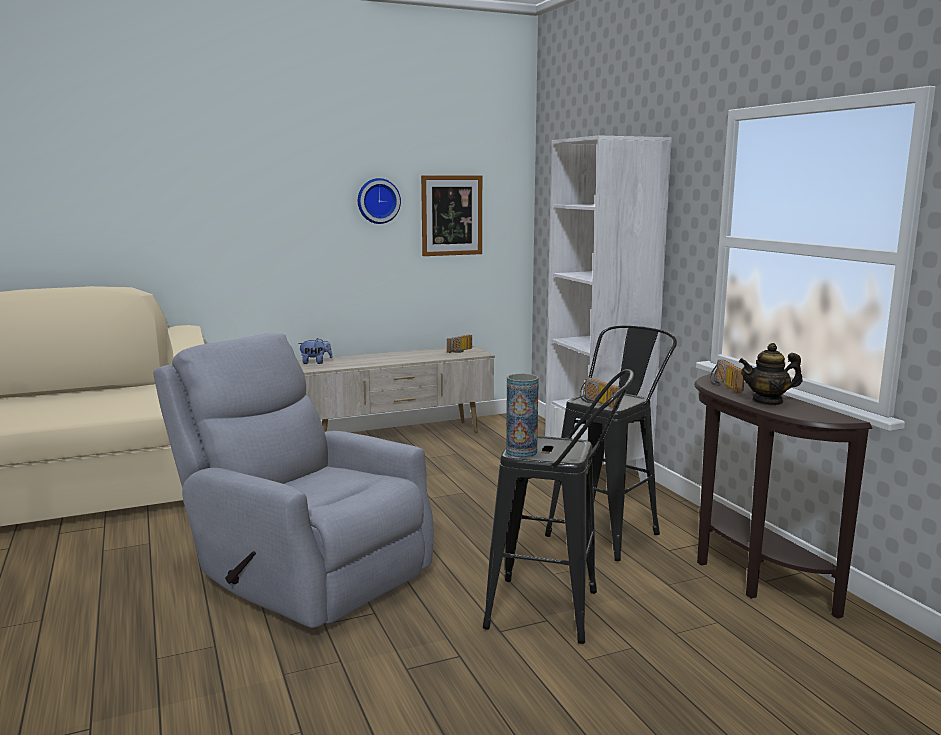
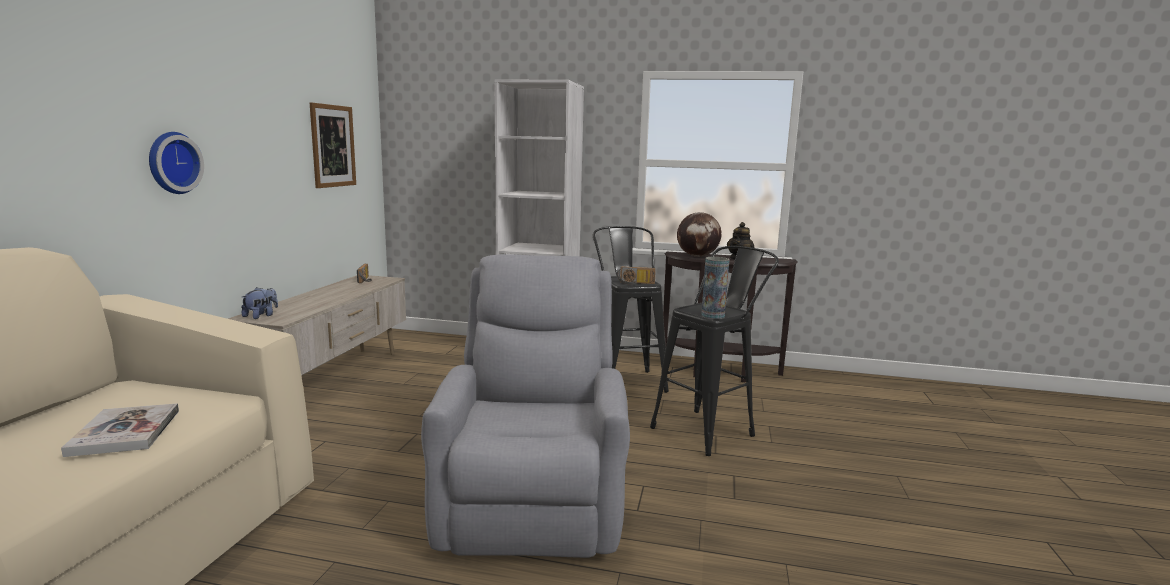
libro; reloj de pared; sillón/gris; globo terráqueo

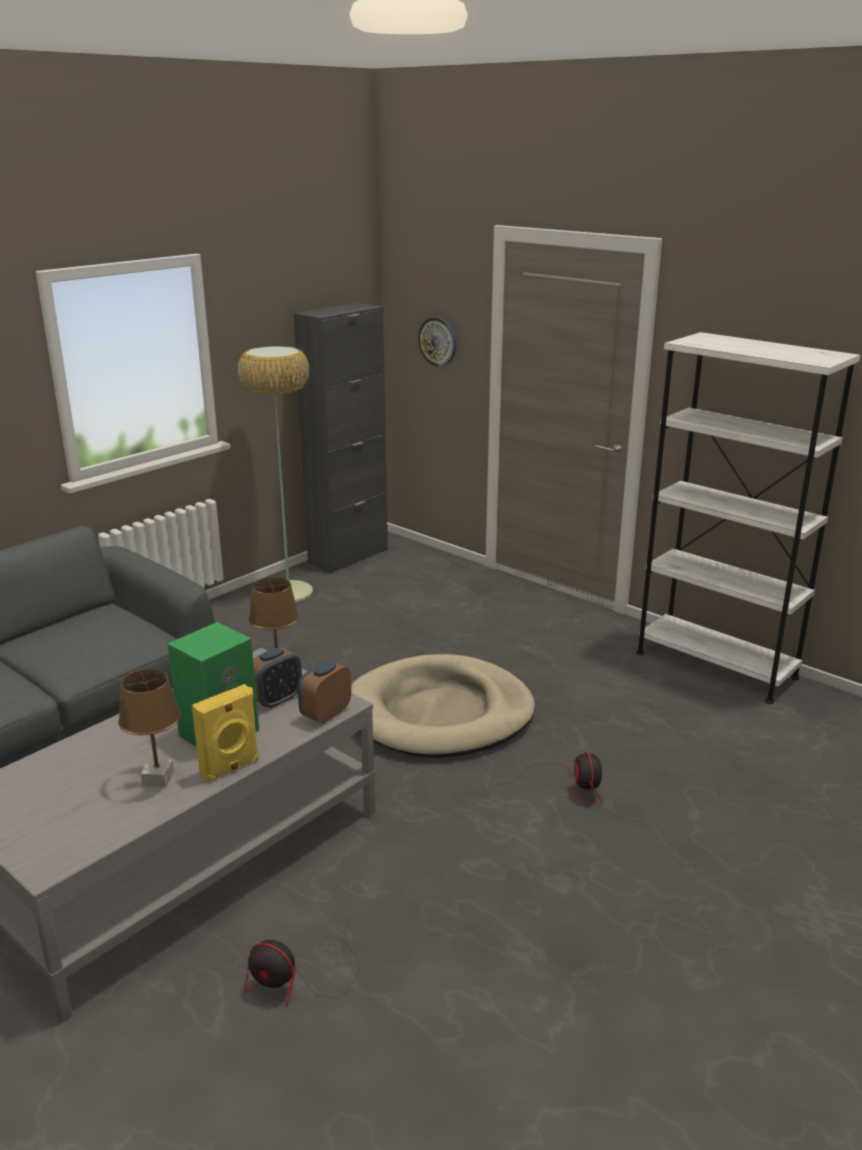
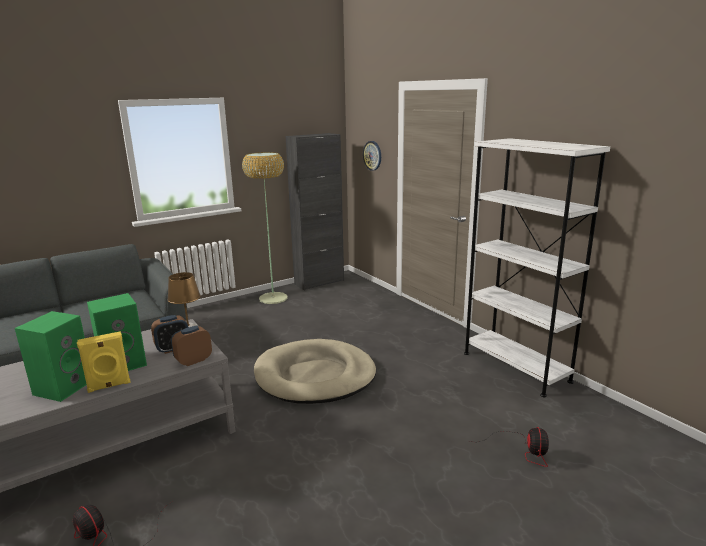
altavoz/verde (no. 1 from left); ventilador (no. 2 from left)

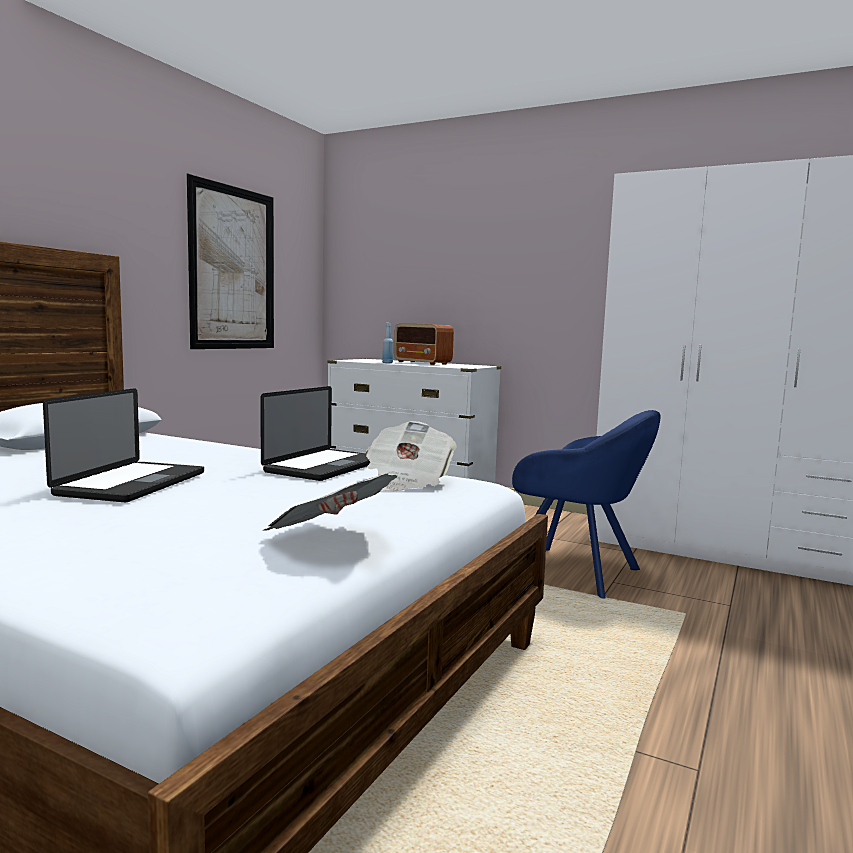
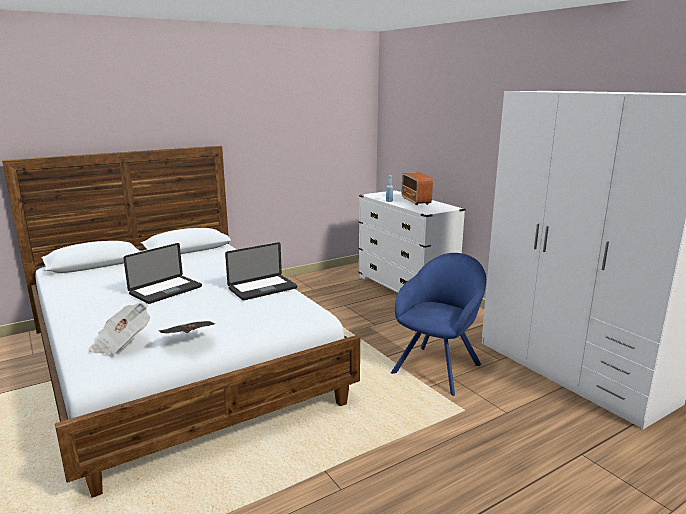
periódico (no. 1 from left); sillón/azul; cuadro

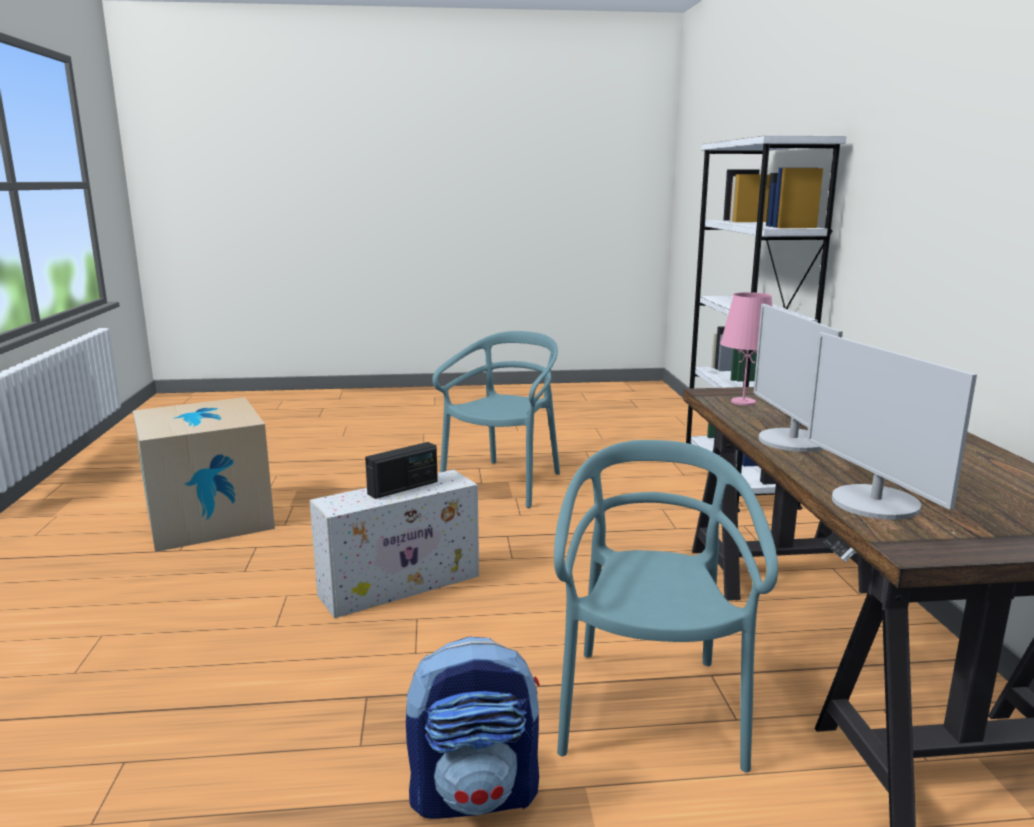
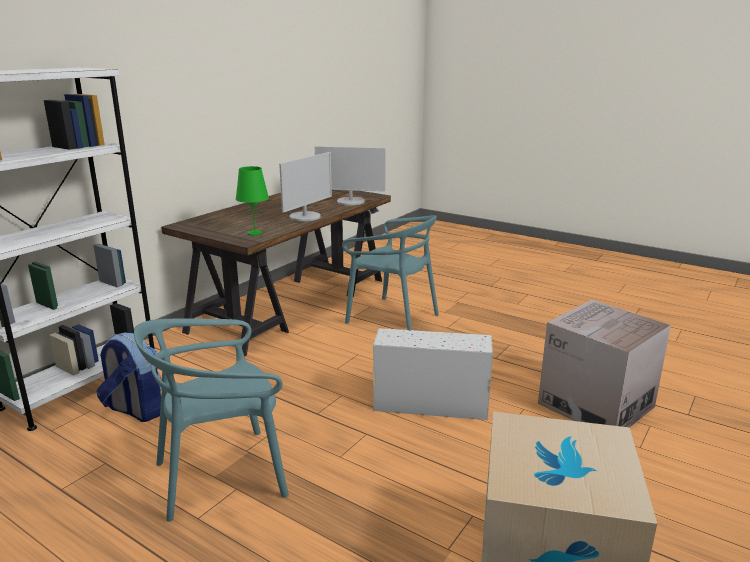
mochila; lámpara de mesa/verde; monitor (no. 2 from left); silla/turquesa (no. 2 from left); caja de cartón (no. 2 from left); radio

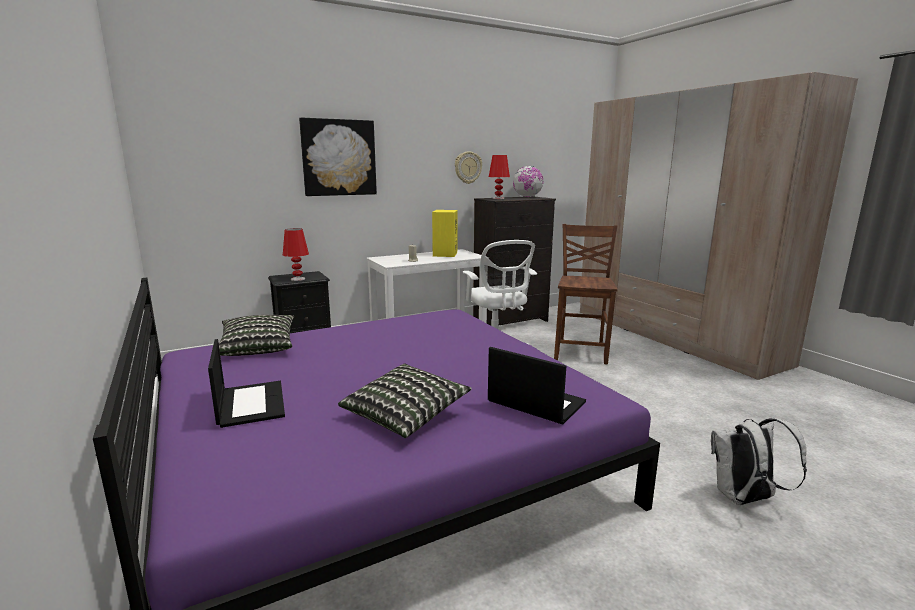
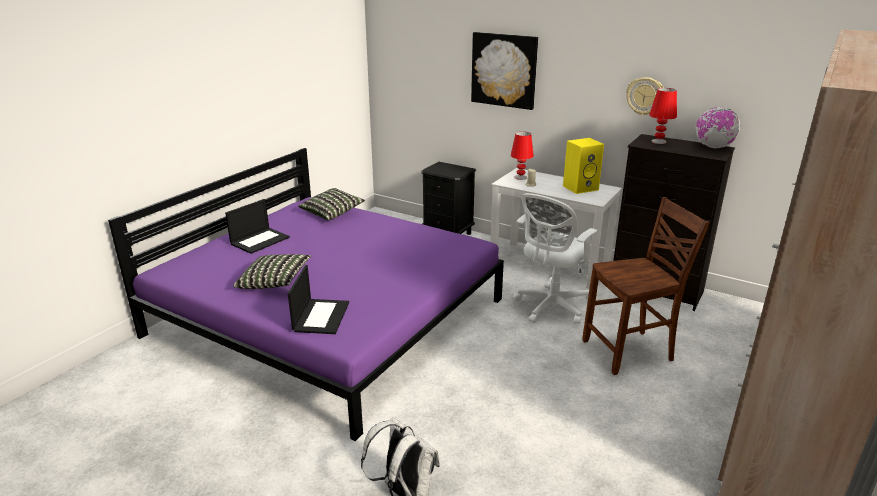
lámpara de mesa/rojo (no. 1 from left)

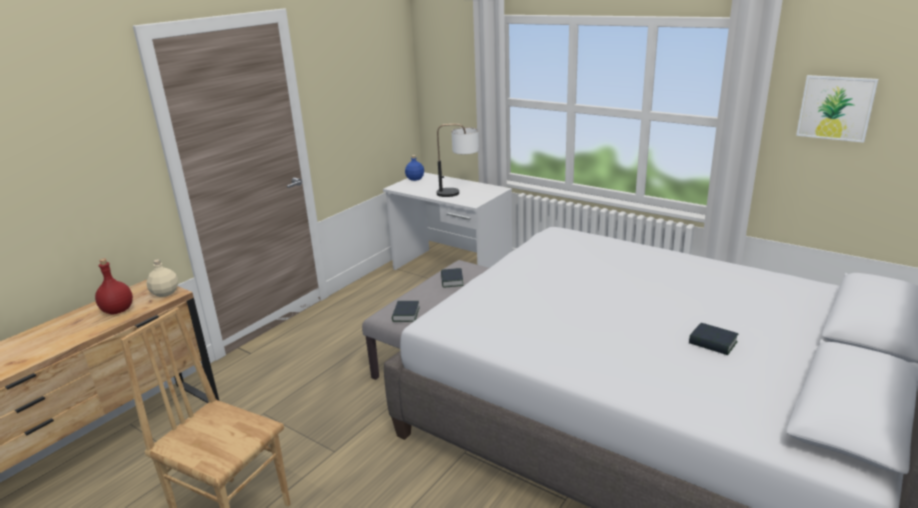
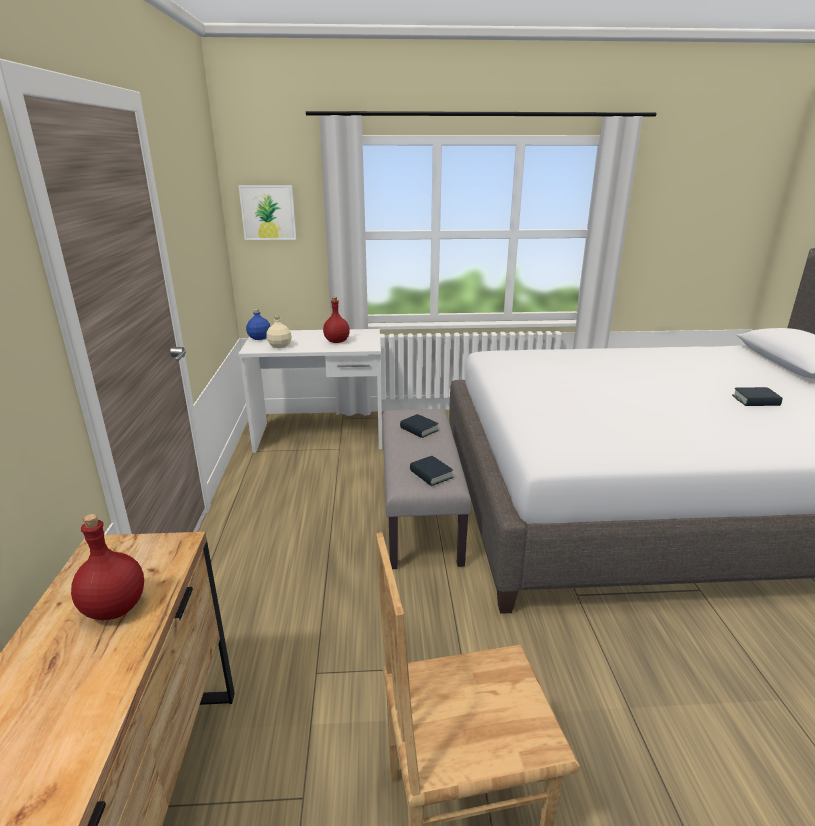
cuadro; botella/beis; botella/rojo (no. 2 from left)

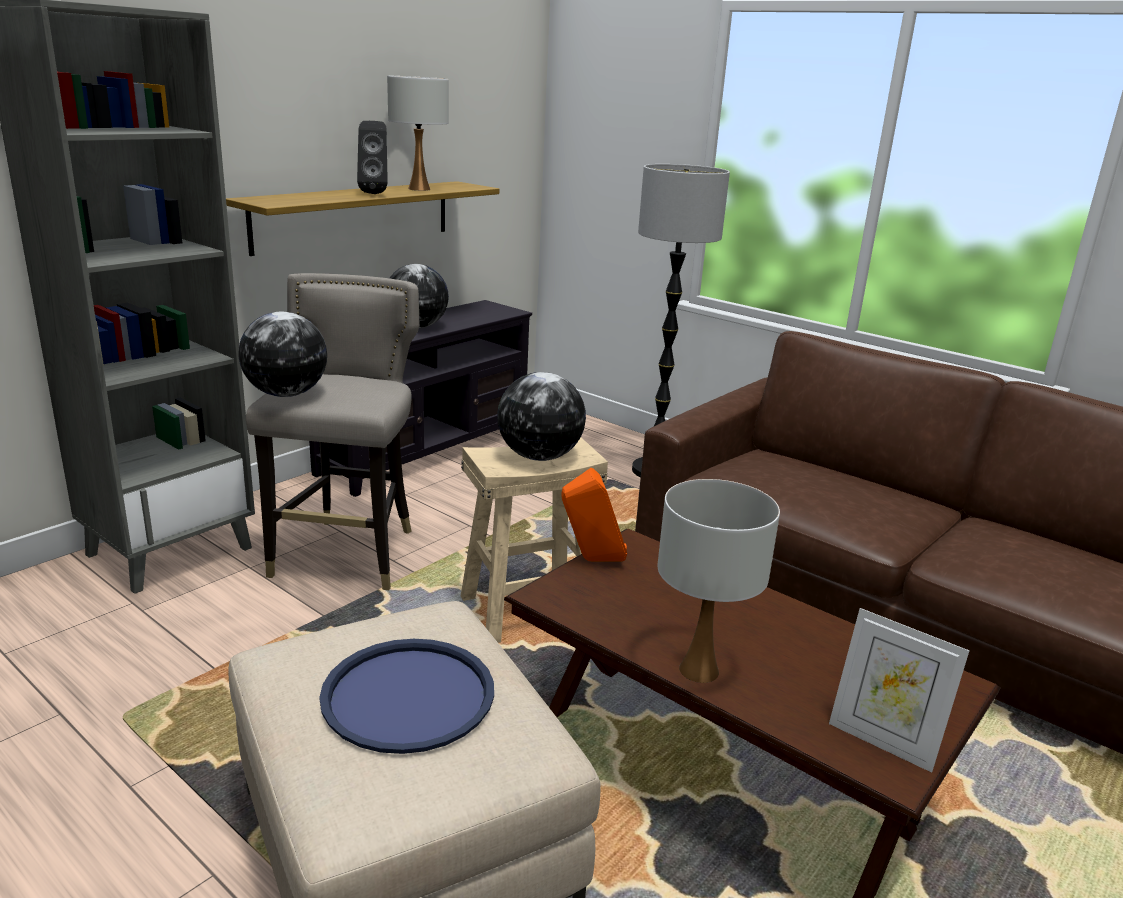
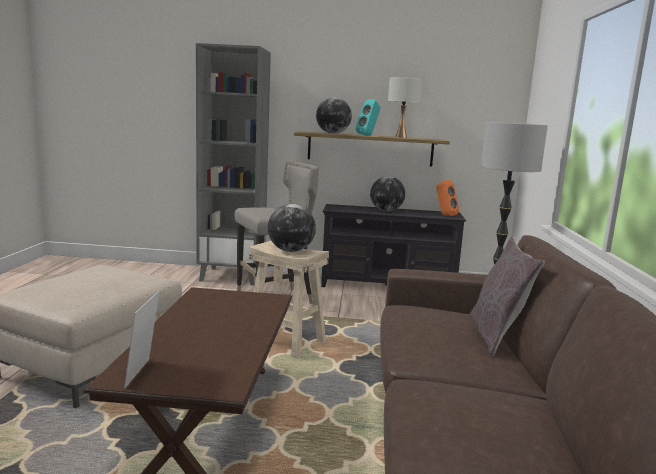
globo terráqueo (no. 2 from left); altavoz/turquesa; altavoz/naranja; cojín/gris; bandeja/azul; lámpara de mesa/blanco (no. 2 from left in the first image)

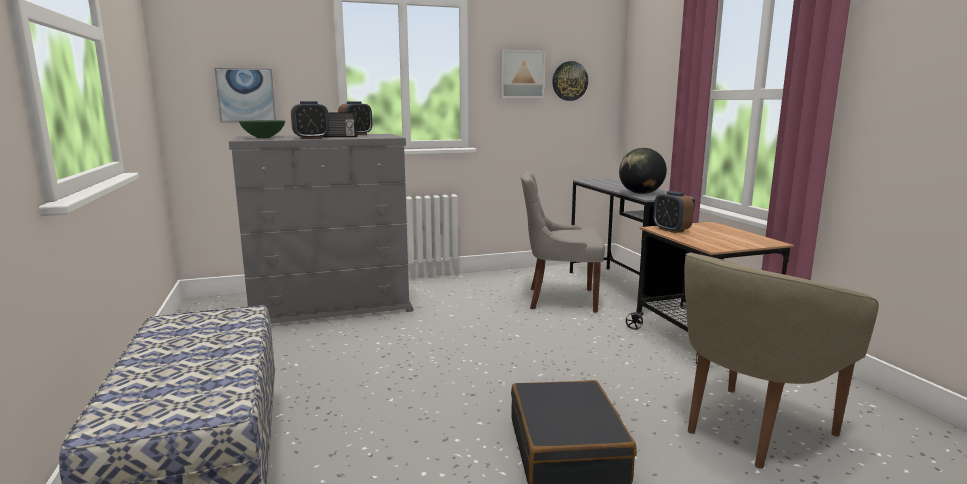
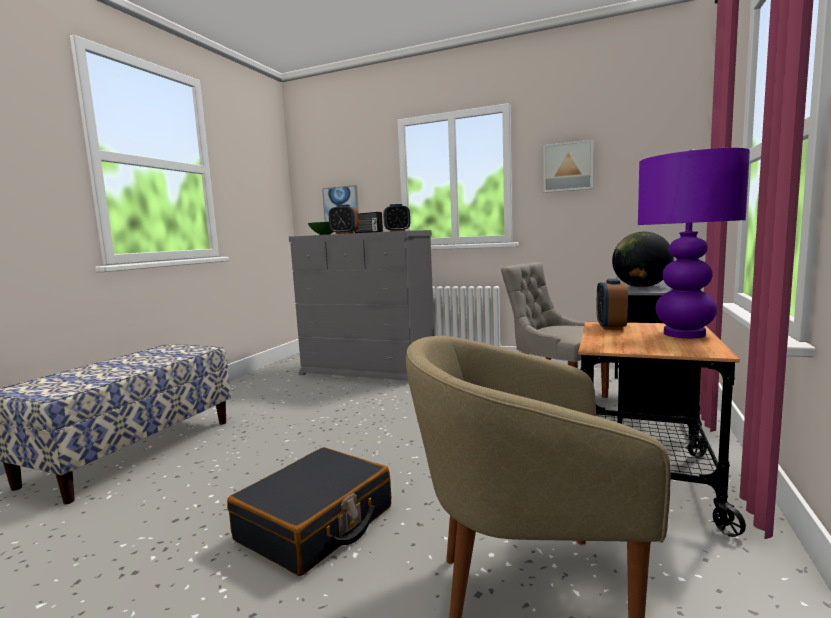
lámpara de mesa/morado; reloj de pared

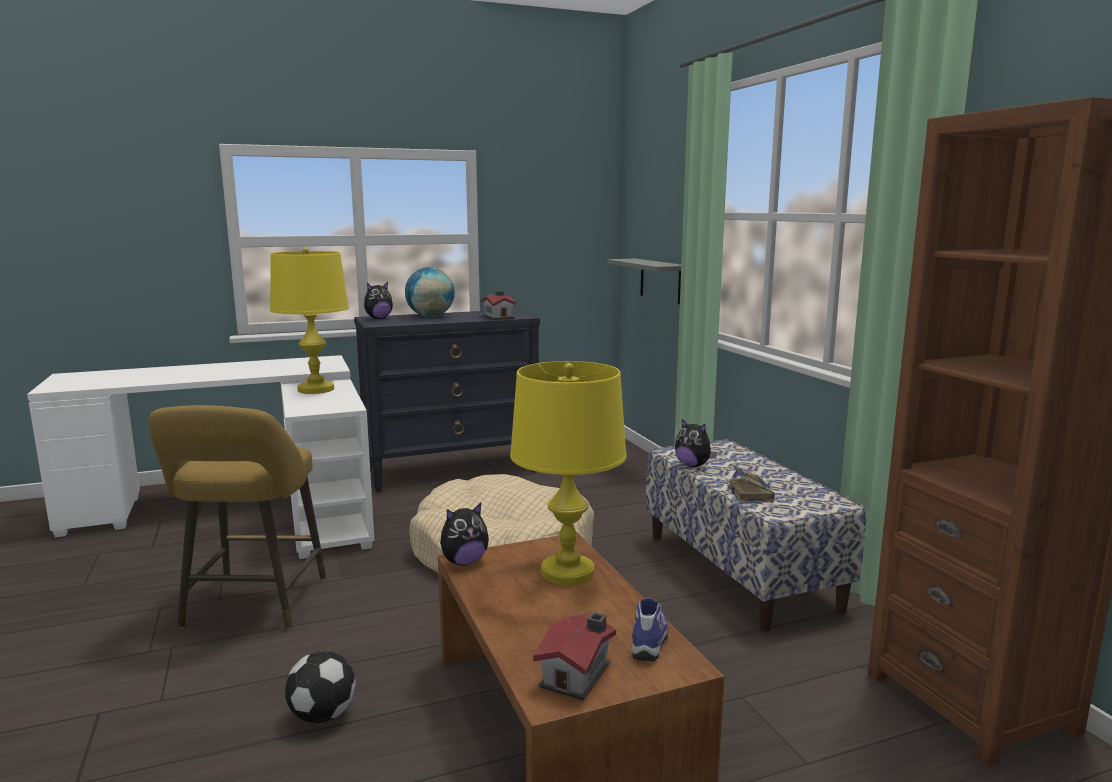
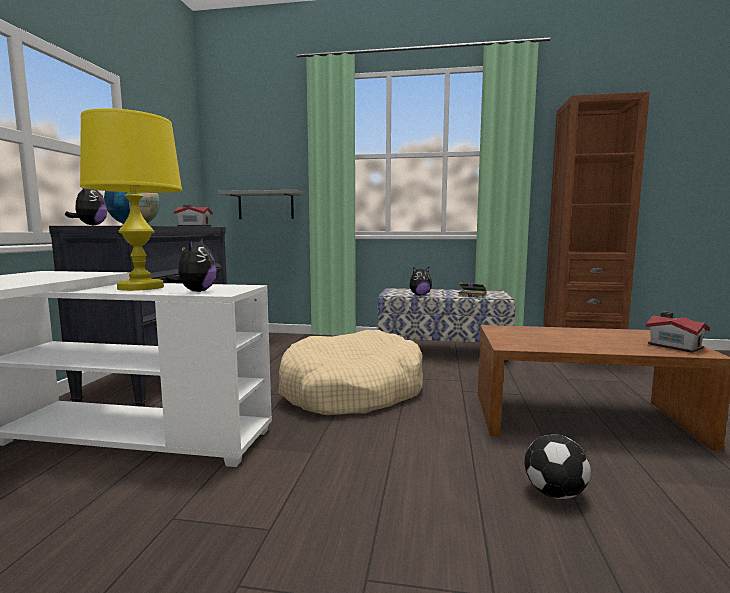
peluche (no. 2 from left); taburete/amarillo; lámpara de mesa/amarillo (no. 2 from left in the first image); zapato

